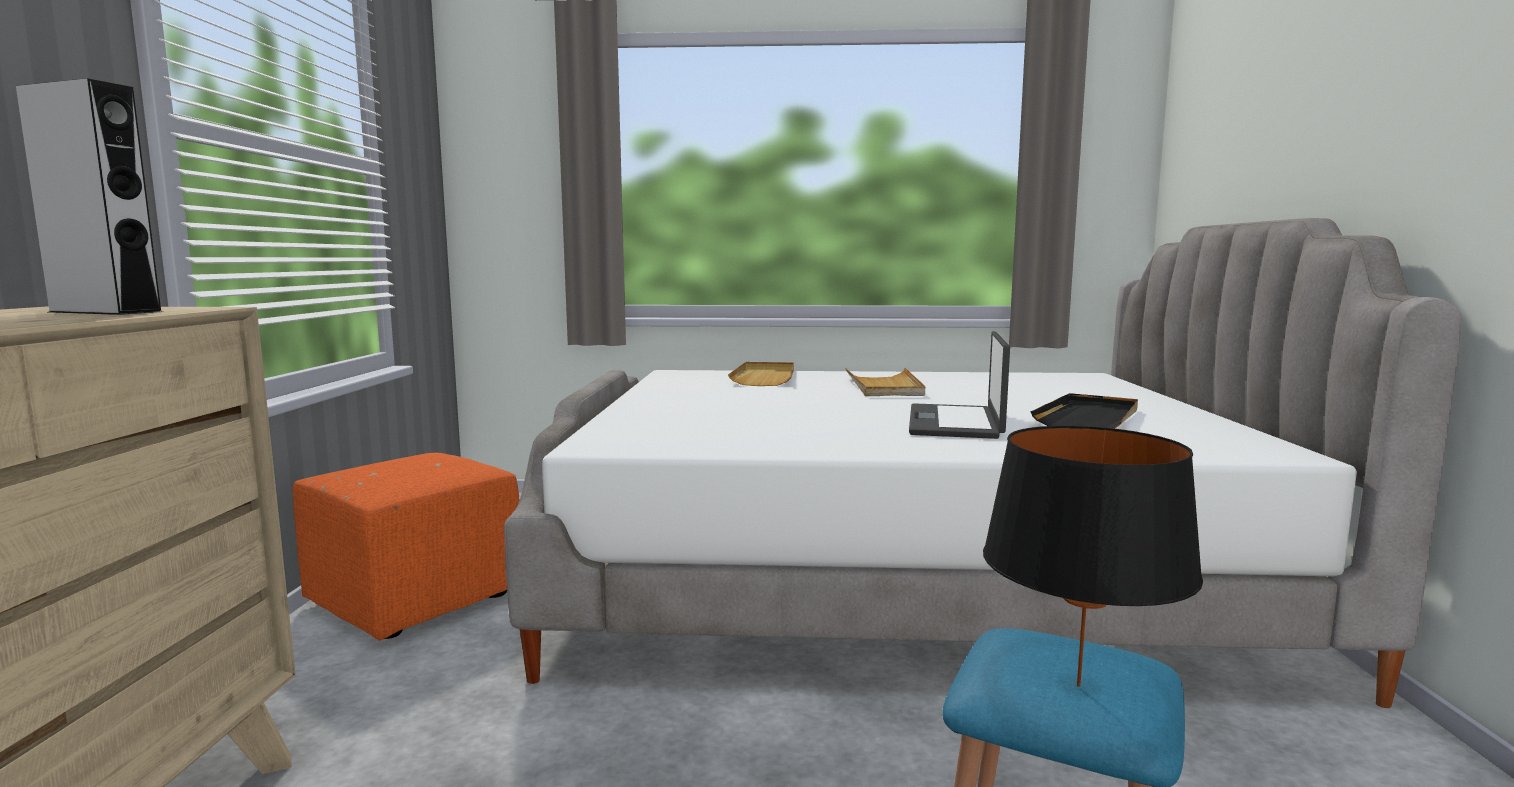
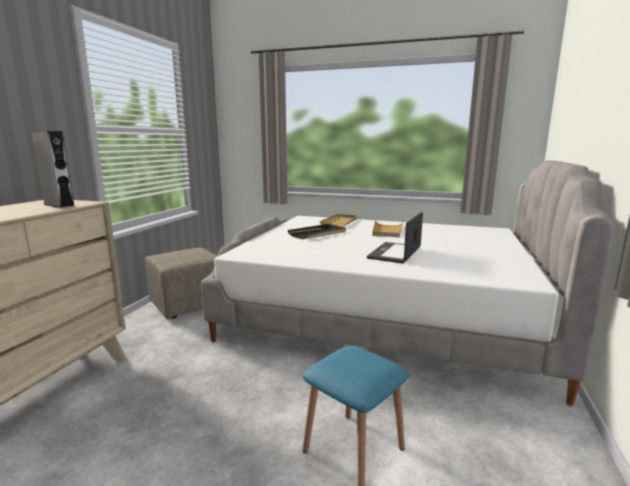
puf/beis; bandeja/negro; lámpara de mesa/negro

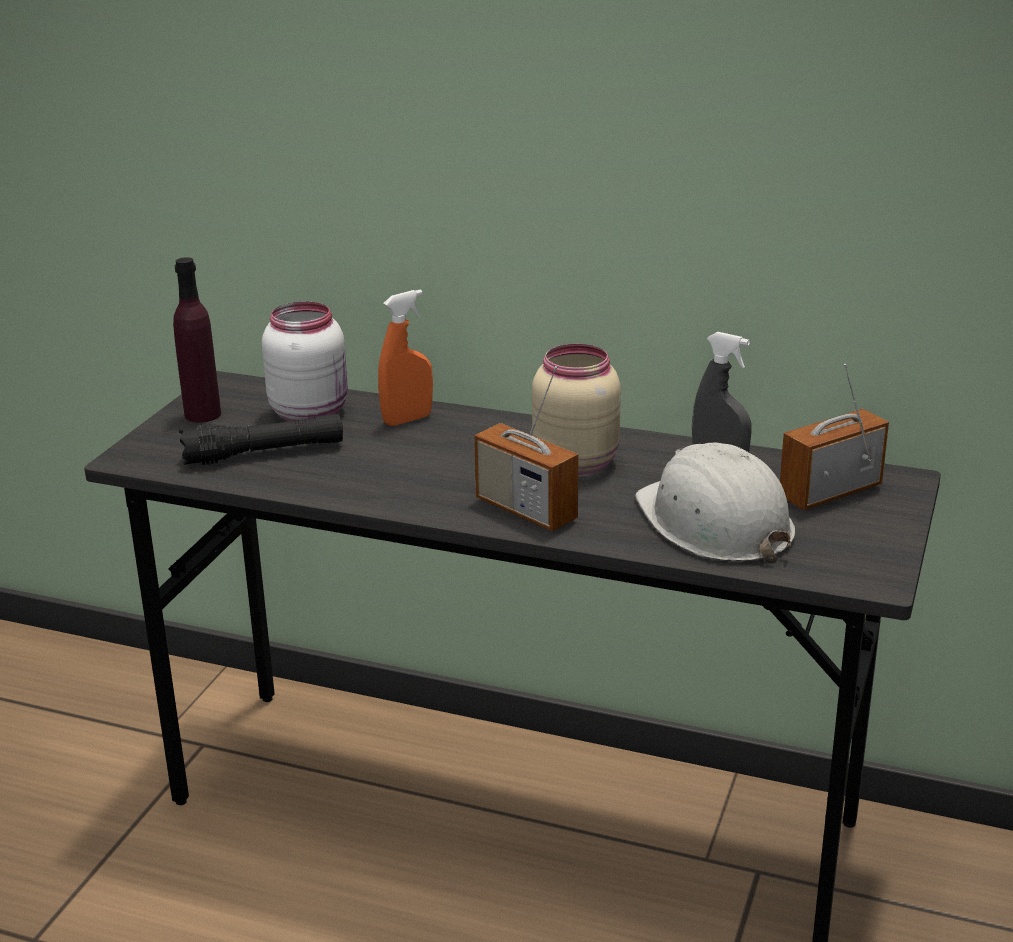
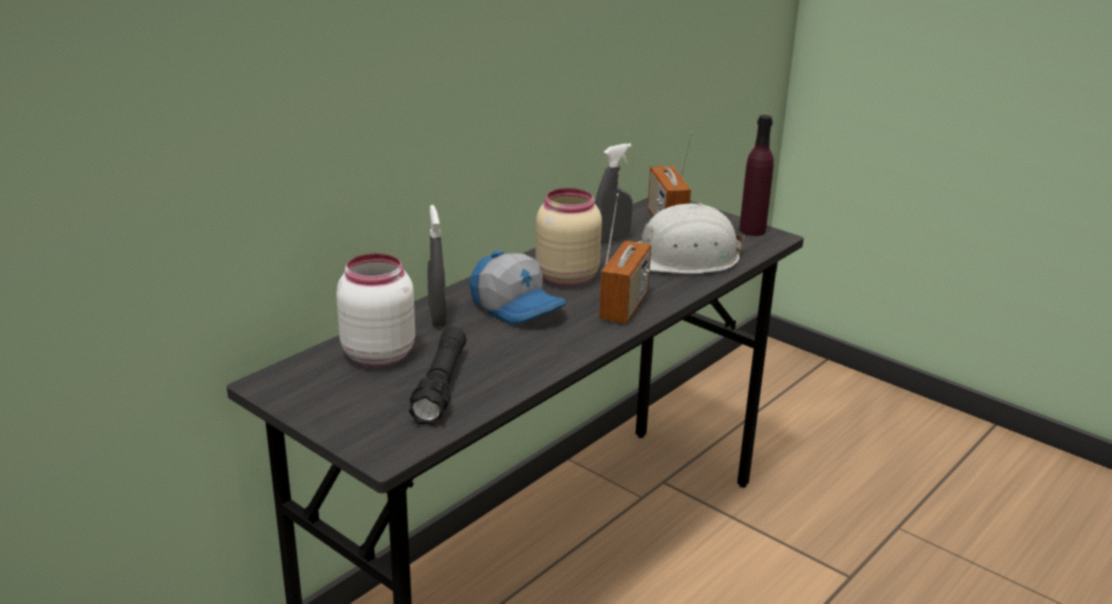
pulverizador/gris (no. 1 from left); gorra; radio (no. 1 from left); botella/morado

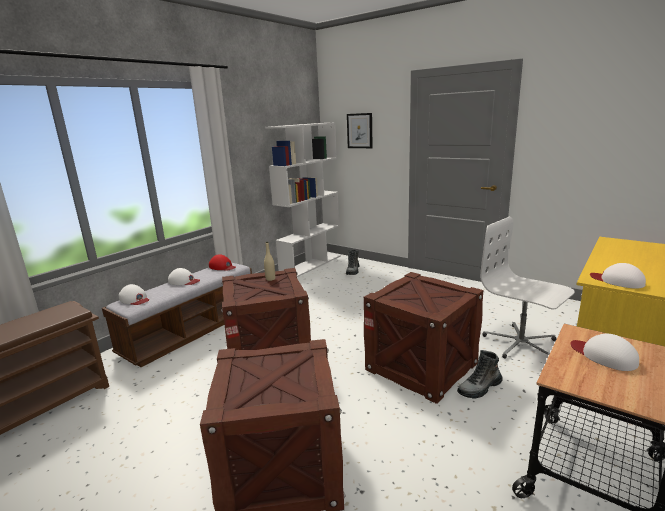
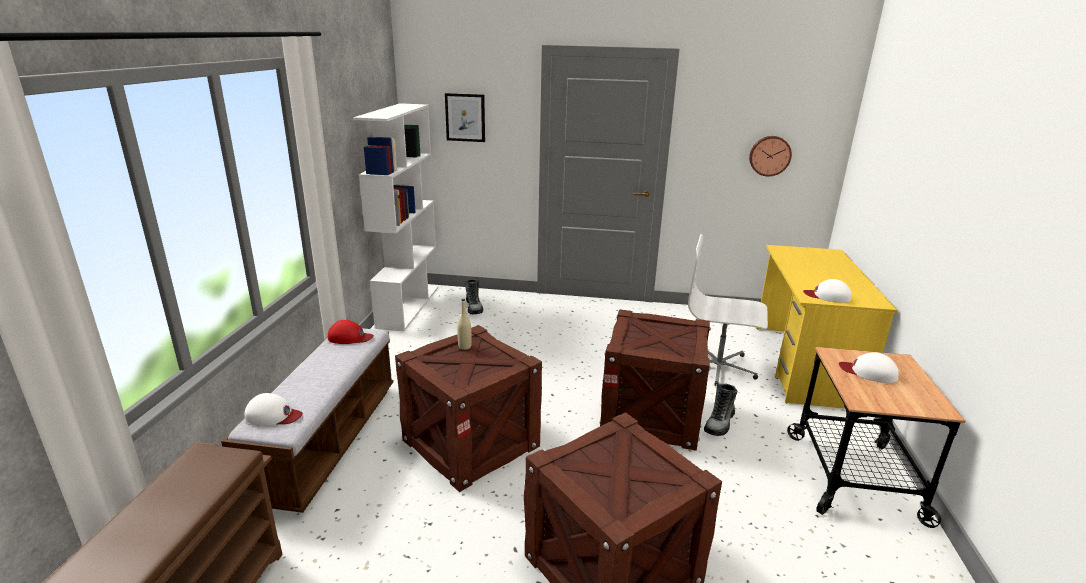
reloj de pared; gorra/blanco (no. 2 from left in the first image)

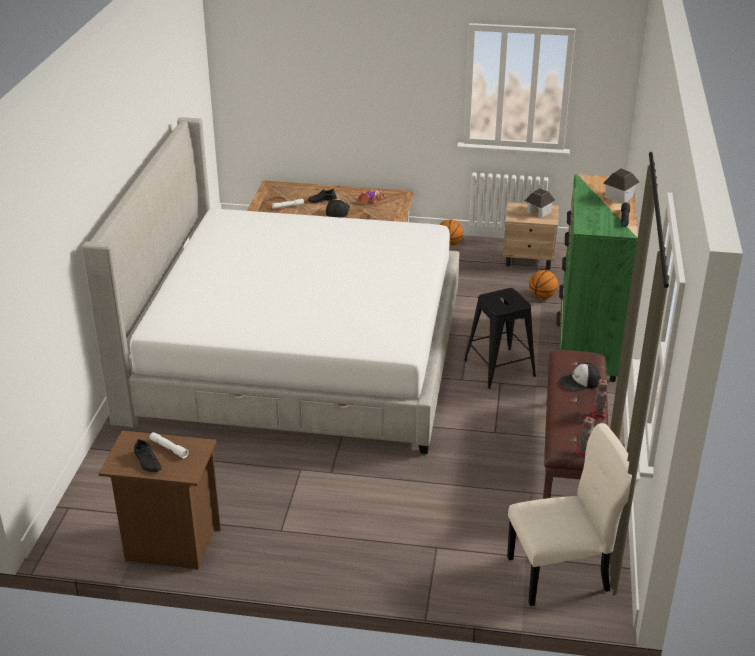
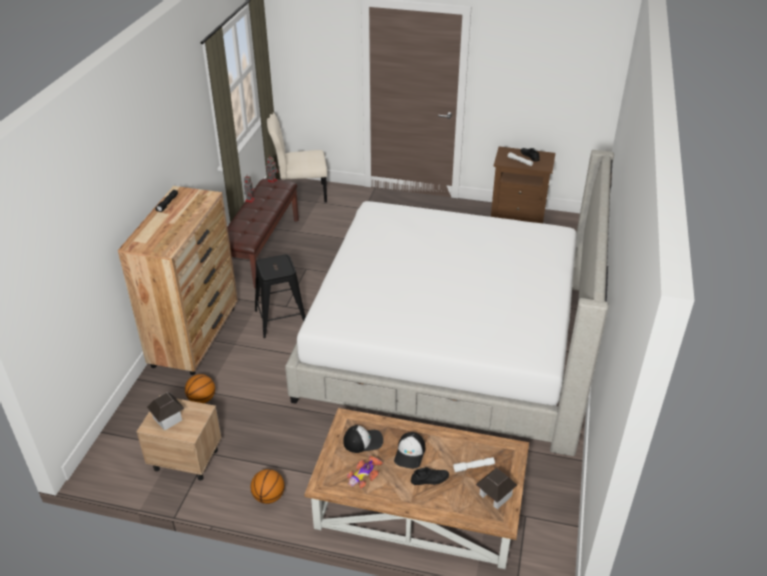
cómoda/marrón; gorra (no. 1 from left); casita (no. 2 from left)

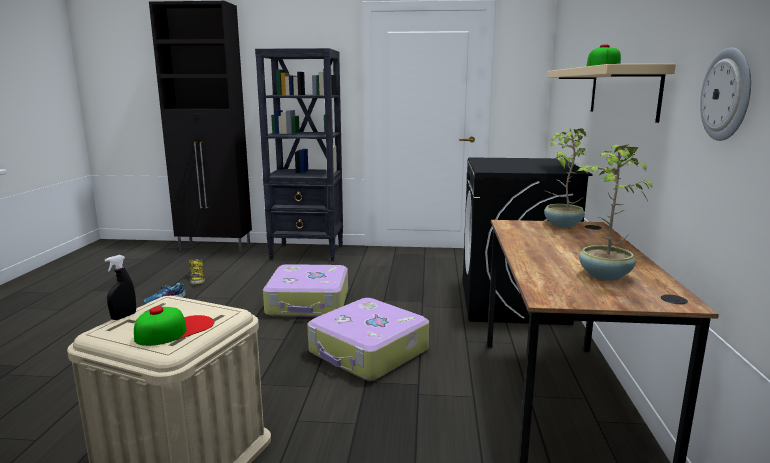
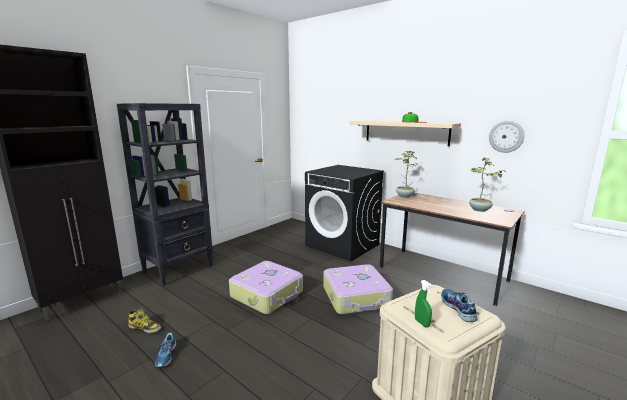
pulverizador/verde; zapato (no. 2 from left)

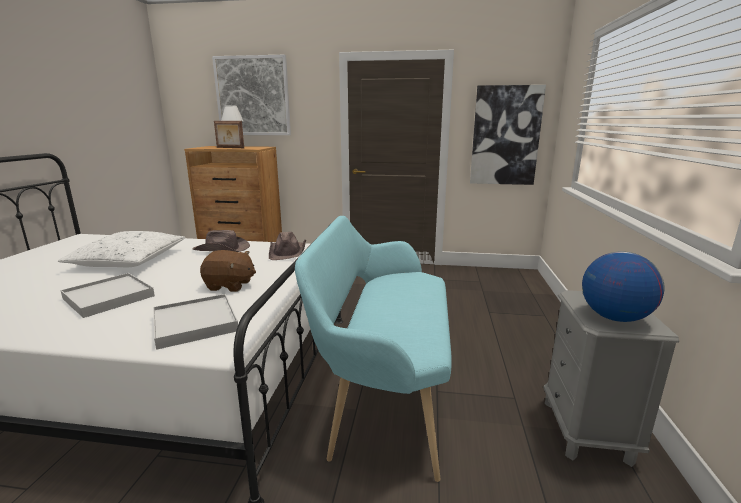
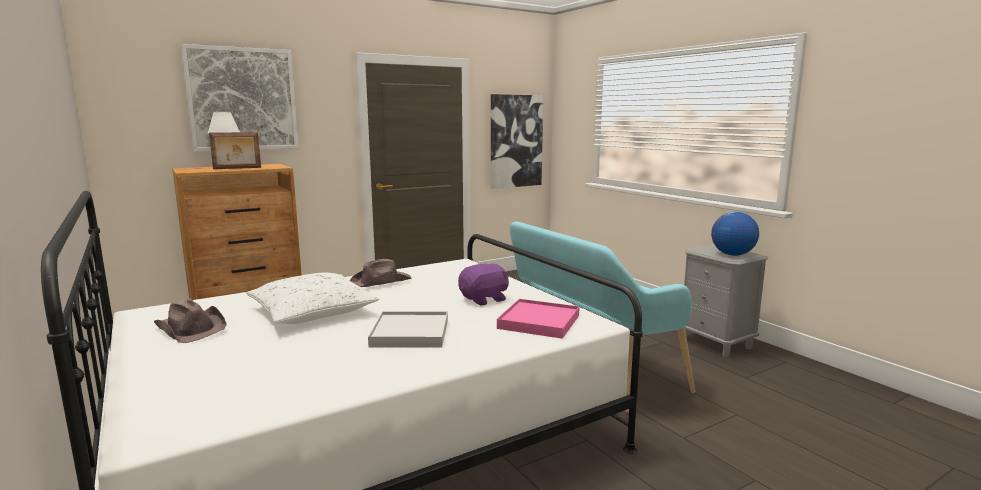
sombrero/marrón (no. 1 from left); peluche/morado; bandeja/rosa

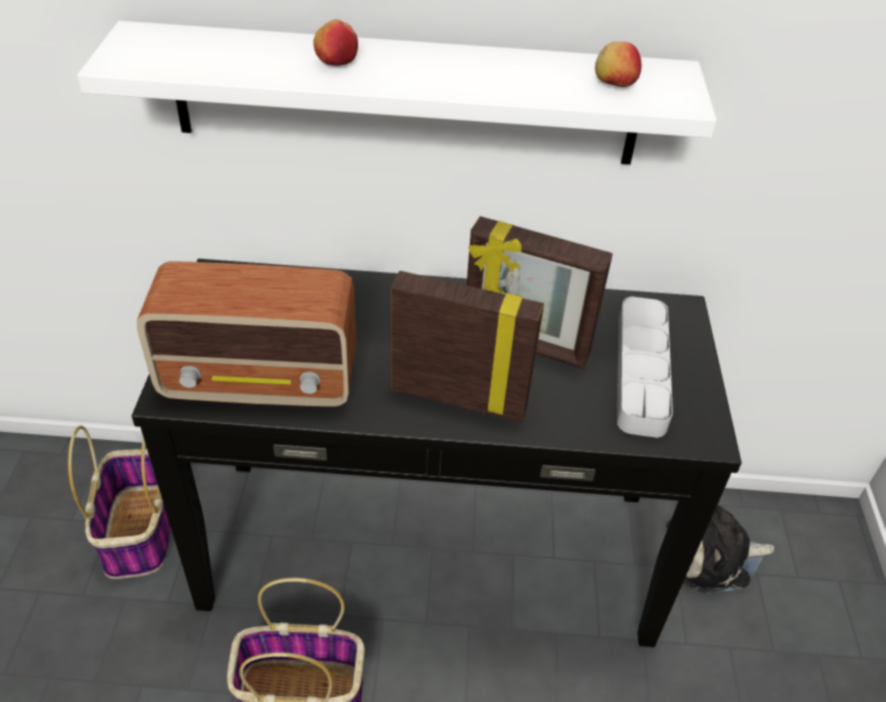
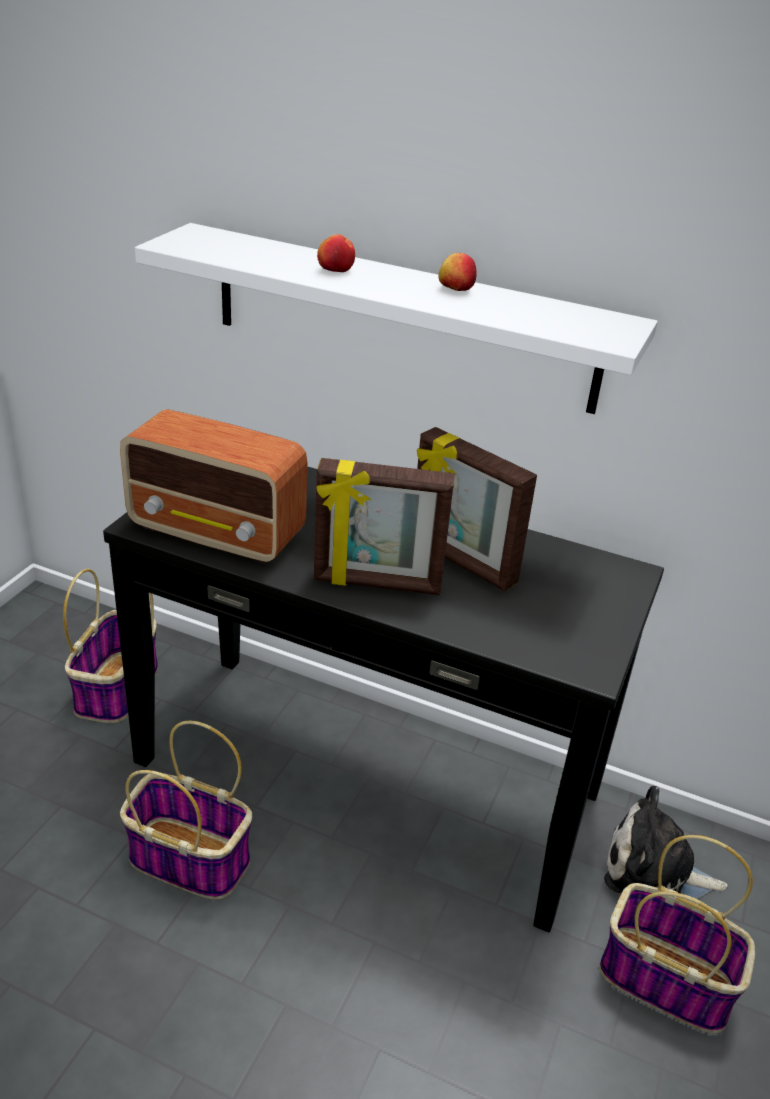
portarretratos (no. 1 from left); manzana (no. 2 from left); cesta (no. 3 from left); bandeja/gris

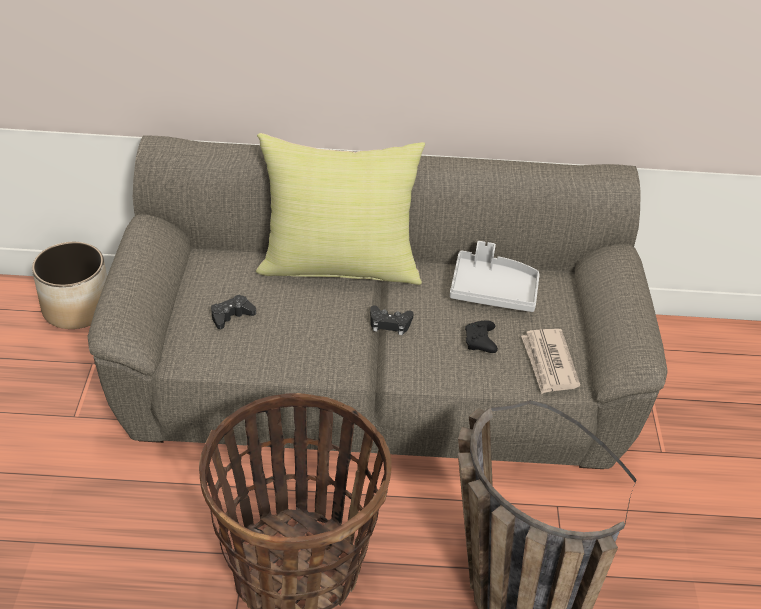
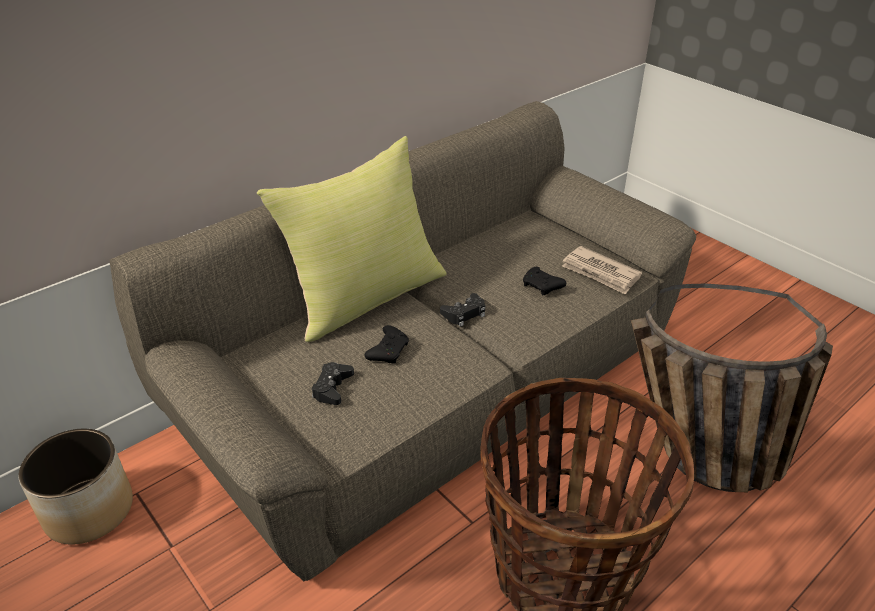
mando de consola/negro (no. 2 from left); bandeja/gris

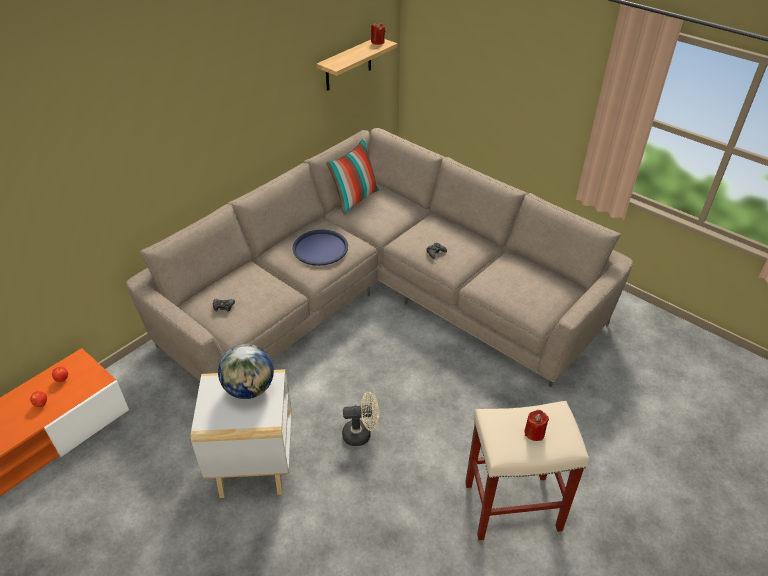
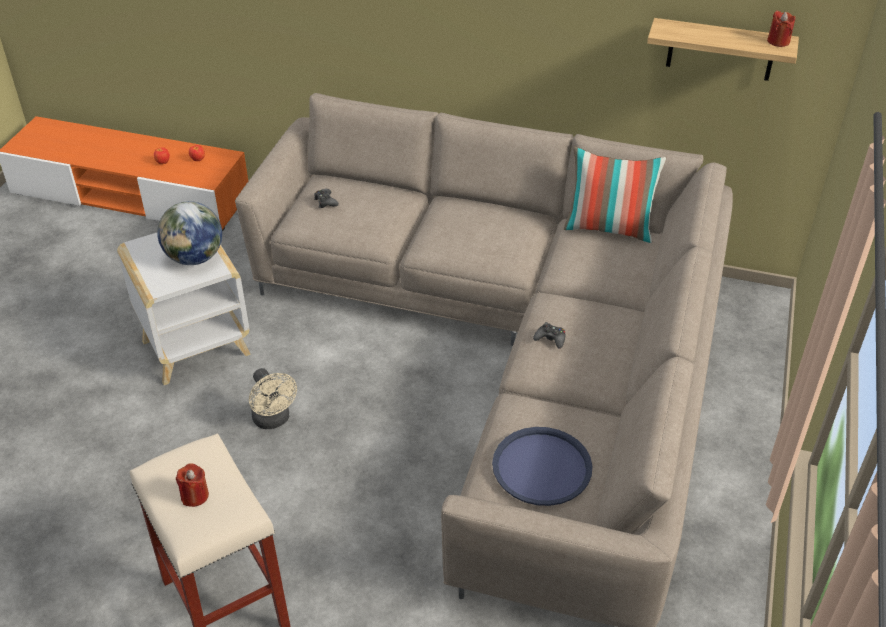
bandeja/azul

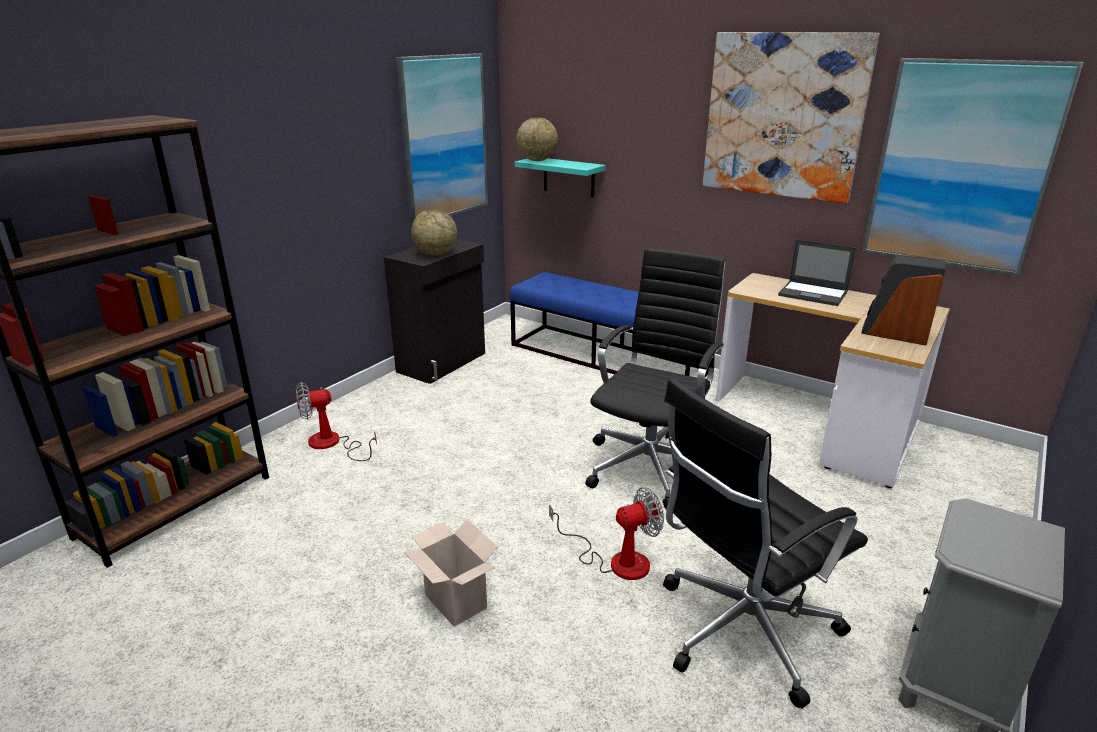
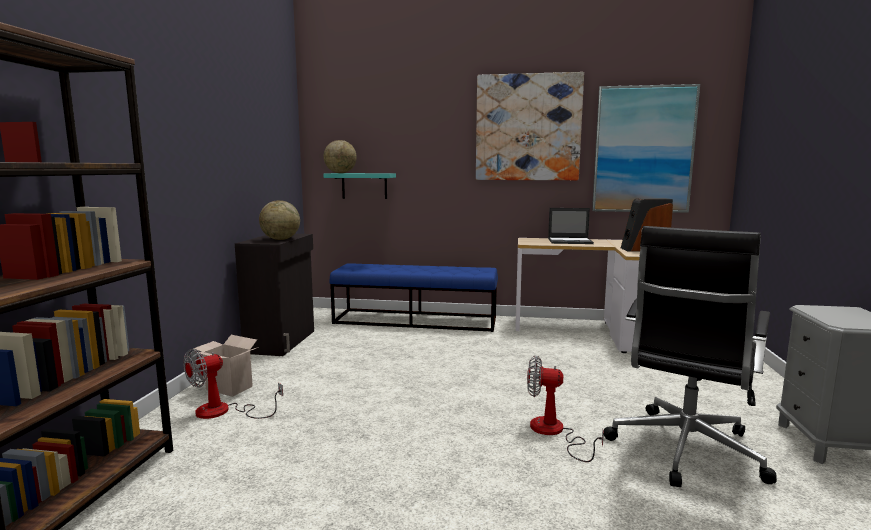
caja de cartón; ventilador (no. 2 from left); cuadro (no. 1 from left in the first image); silla de oficina/negro (no. 1 from left in the first image)

